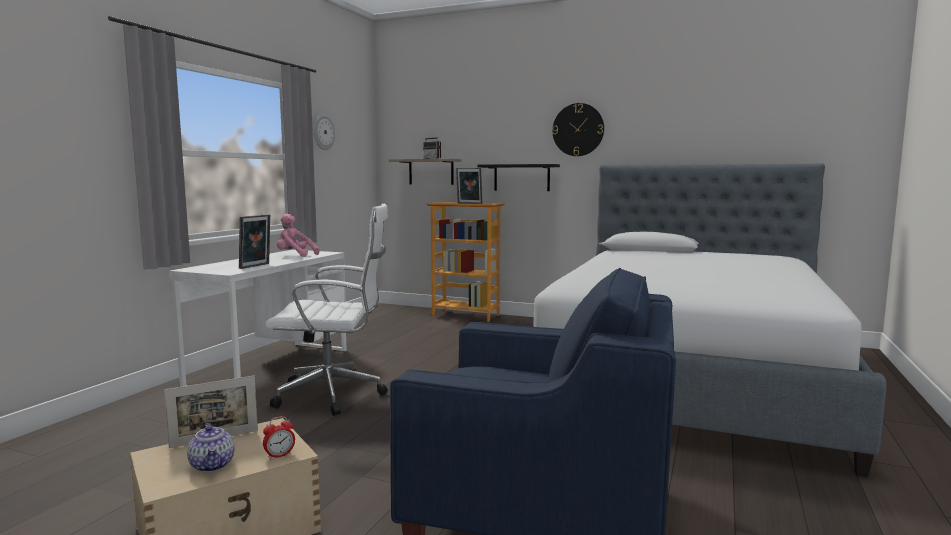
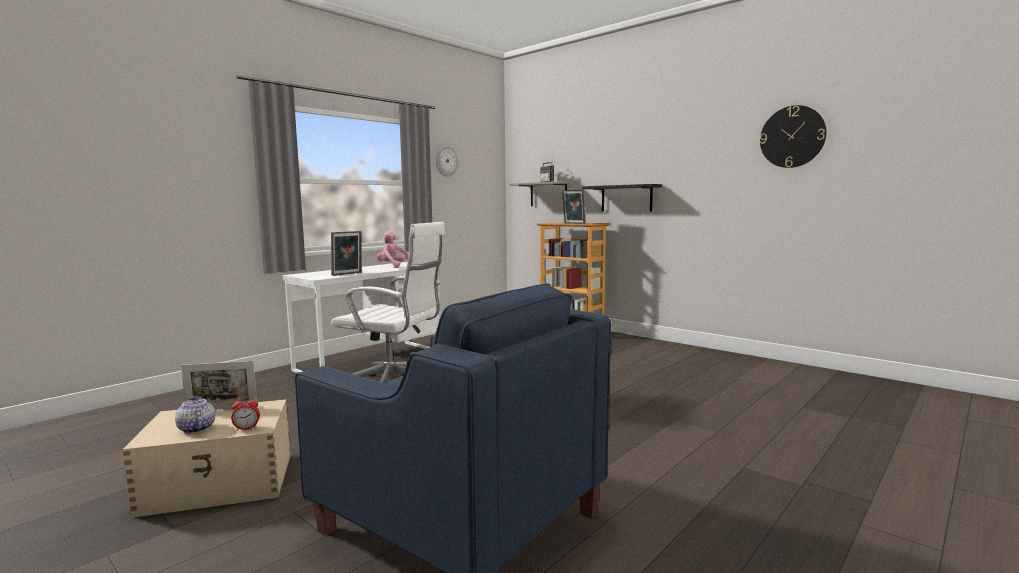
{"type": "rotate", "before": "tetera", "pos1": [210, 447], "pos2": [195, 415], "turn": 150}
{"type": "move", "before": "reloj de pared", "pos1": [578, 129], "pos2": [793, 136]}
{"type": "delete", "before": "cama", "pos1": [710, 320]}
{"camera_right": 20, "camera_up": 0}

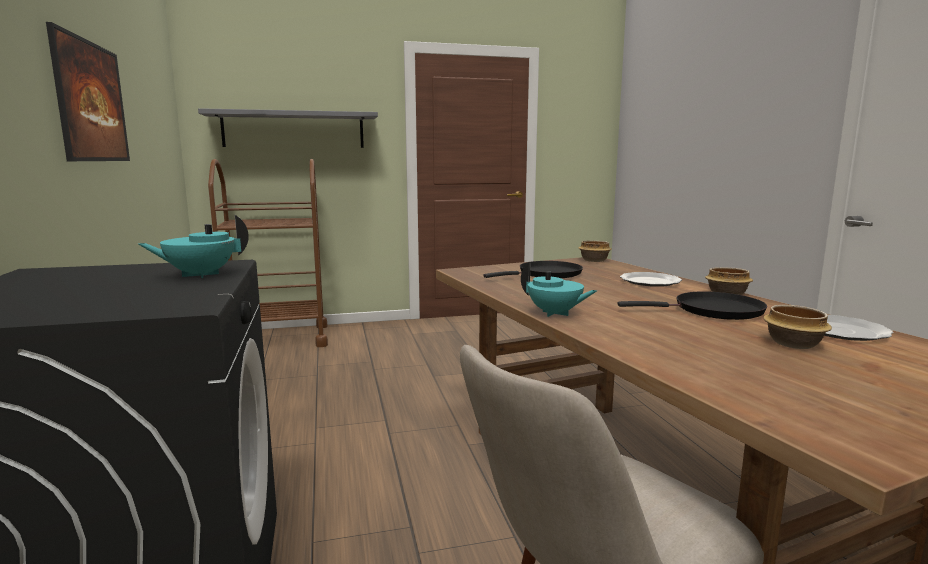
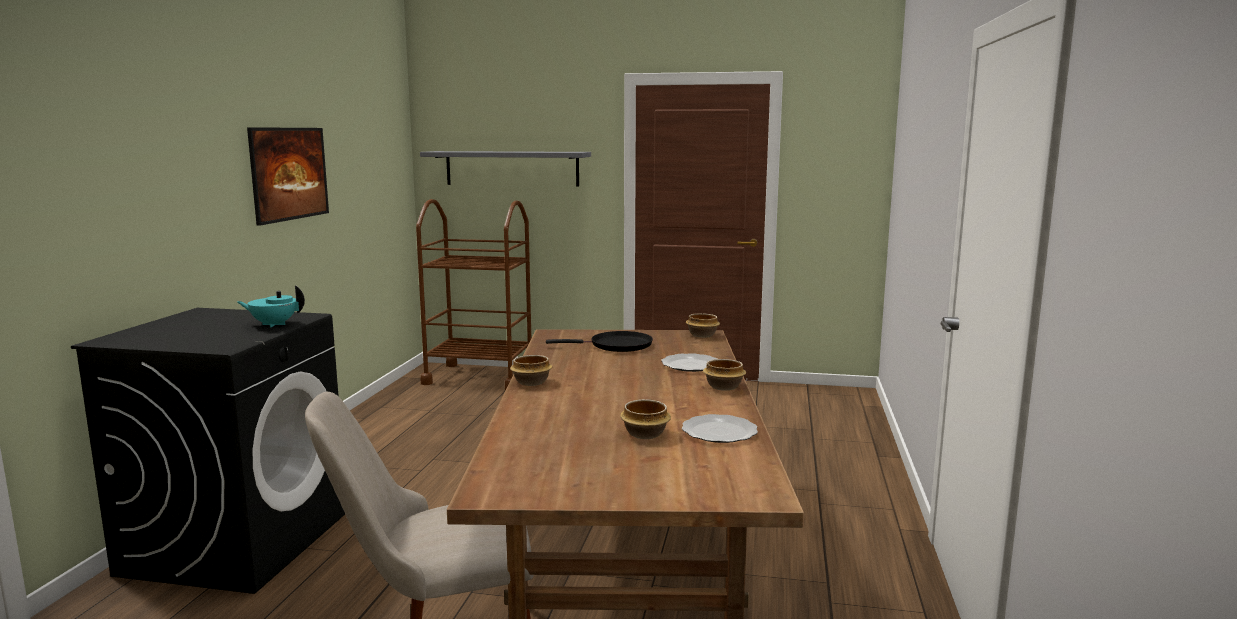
{"type": "replace", "before": "tetera/turquesa", "after": "cuenco", "pos1": [559, 290], "pos2": [531, 370]}
{"type": "delete", "before": "sartén/negro", "pos1": [692, 305]}
{"camera_right": 25, "camera_up": 0}

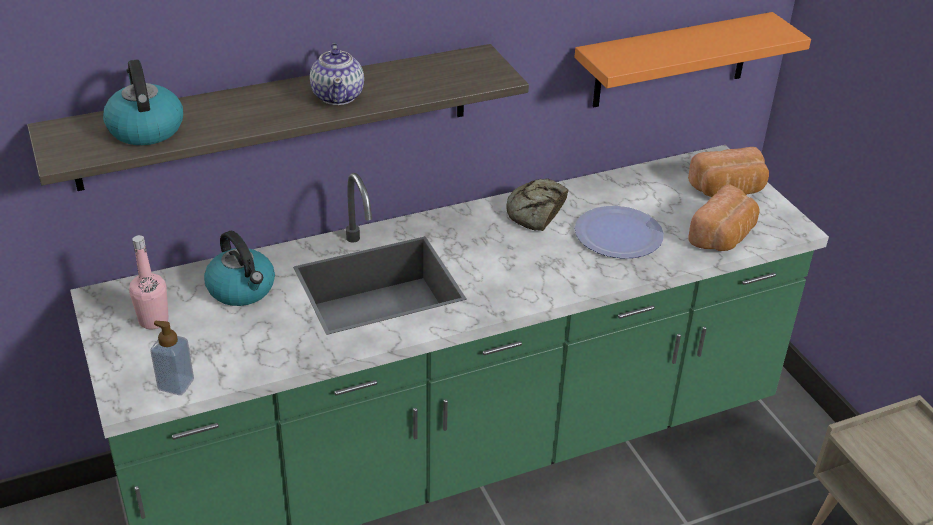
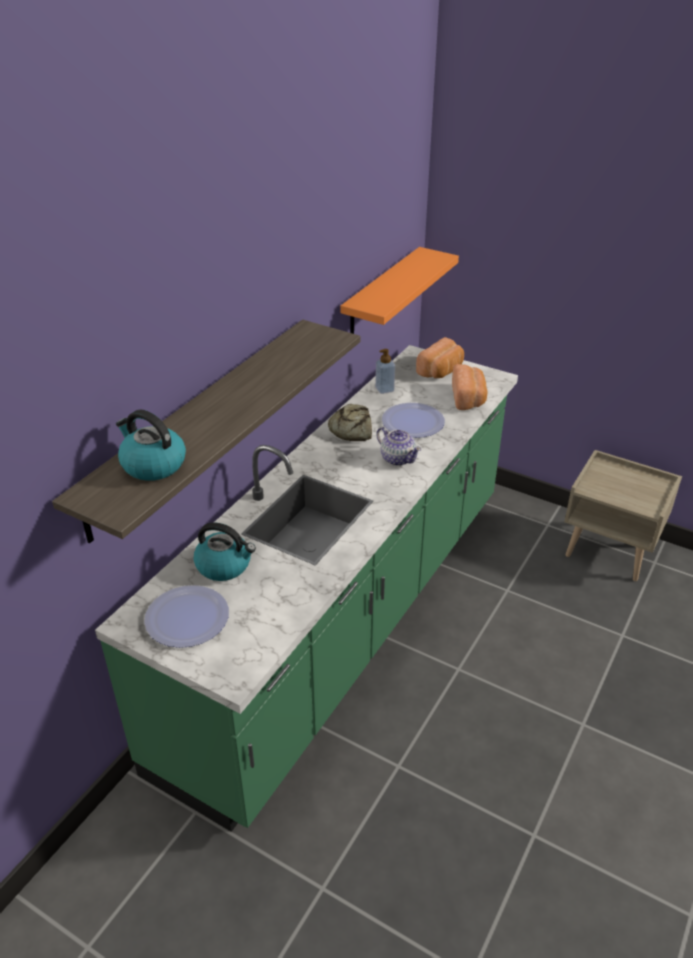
{"type": "replace", "before": "botella/rosa", "after": "plato", "pos1": [149, 282], "pos2": [186, 616]}
{"type": "move", "before": "dispensador de jabón", "pos1": [172, 358], "pos2": [385, 371]}
{"type": "move", "before": "tetera", "pos1": [337, 74], "pos2": [398, 446]}
{"camera_right": -35, "camera_up": 0}

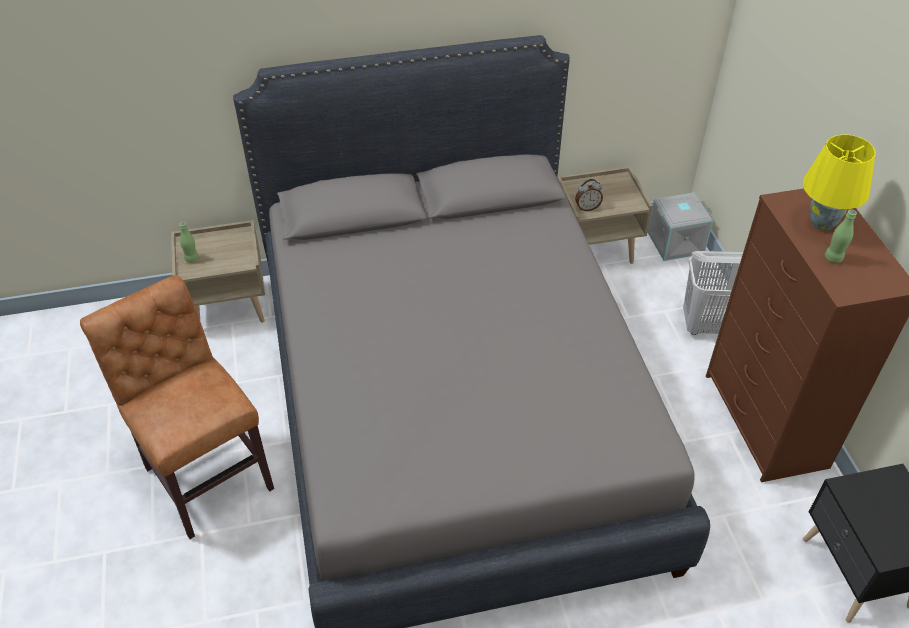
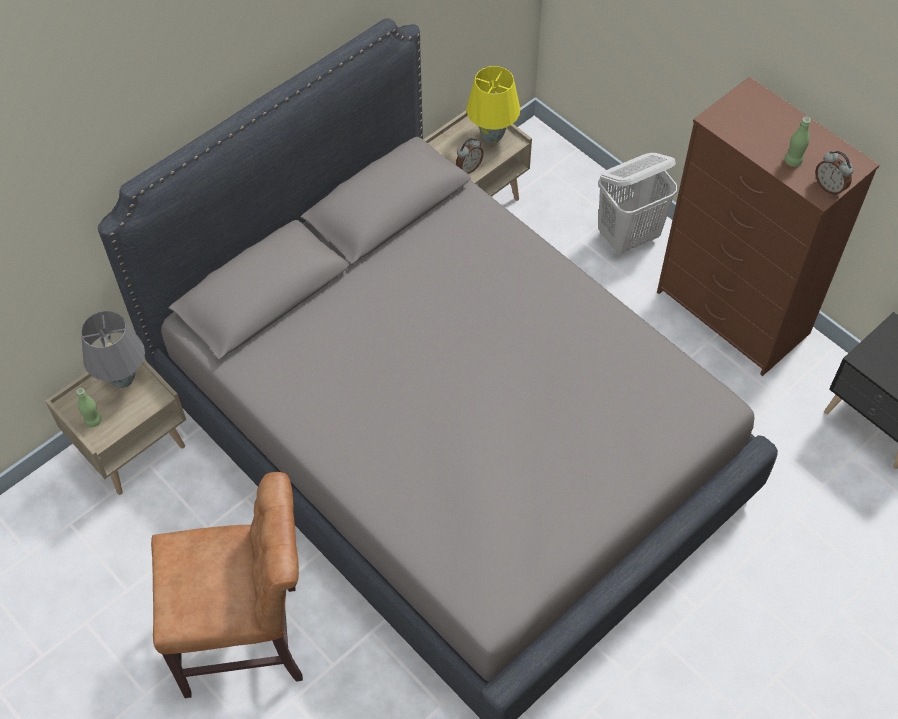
{"type": "insert", "after": "lámpara de mesa/gris", "pos2": [113, 349]}
{"type": "rotate", "before": "silla/marrón", "pos1": [177, 407], "pos2": [227, 585], "turn": 150}
{"type": "move", "before": "lámpara de mesa/amarillo", "pos1": [839, 182], "pos2": [493, 105]}
{"type": "insert", "after": "despertador", "pos2": [834, 173]}
{"type": "delete", "before": "caja de almacenaje/gris", "pos1": [680, 227]}
{"camera_right": -30, "camera_up": 10}

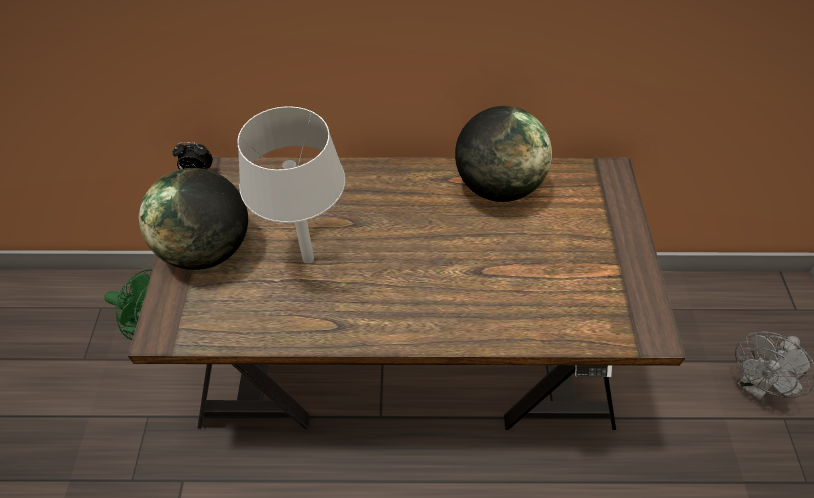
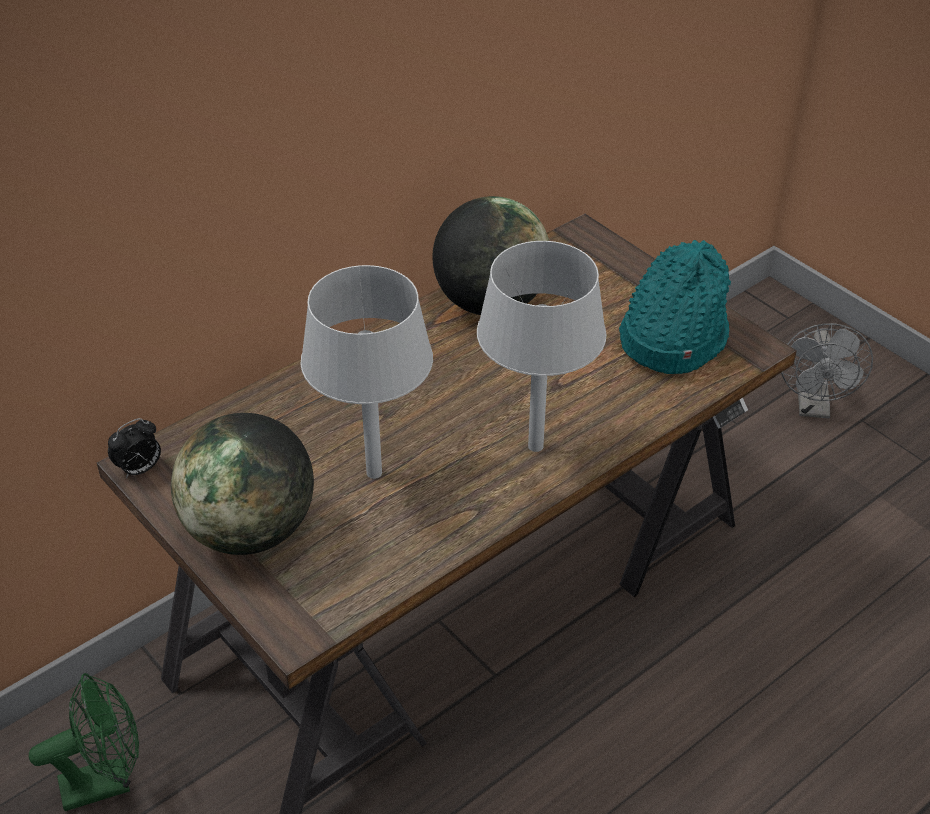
{"type": "insert", "after": "lámpara de mesa/gris", "pos2": [541, 346]}
{"type": "insert", "after": "sombrero/turquesa", "pos2": [675, 307]}
{"camera_right": -40, "camera_up": -10}

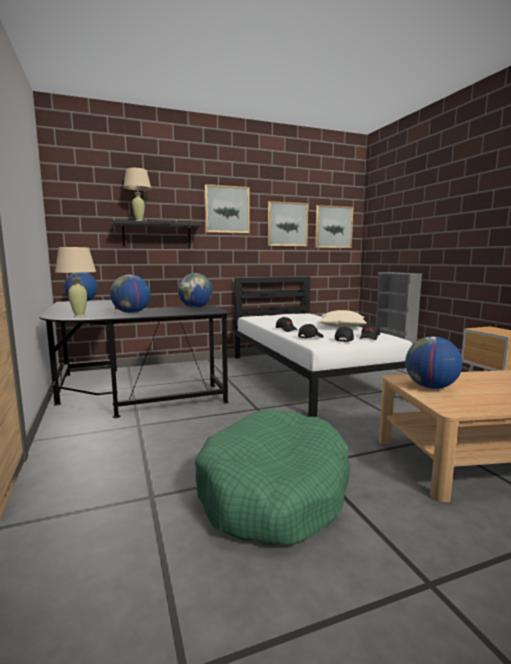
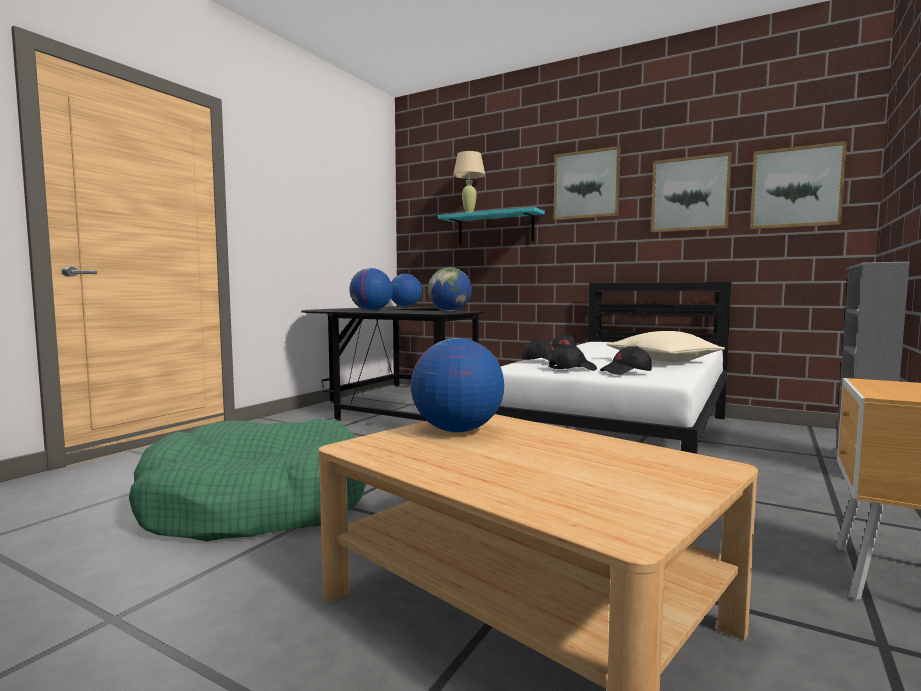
{"type": "recolor", "before": "estante/negro", "after": "estante/turquesa", "pos1": [157, 233], "pos2": [491, 226]}
{"type": "delete", "before": "lámpara de mesa/beis", "pos1": [75, 282]}
{"camera_right": 50, "camera_up": -5}

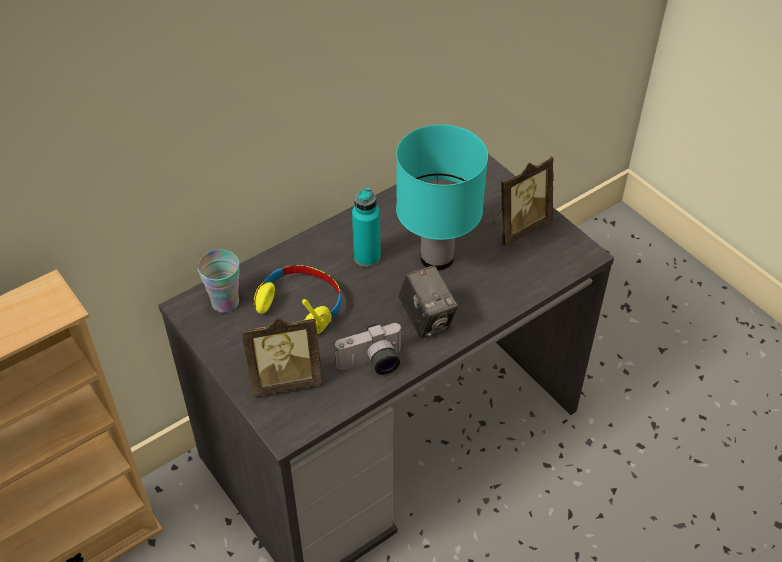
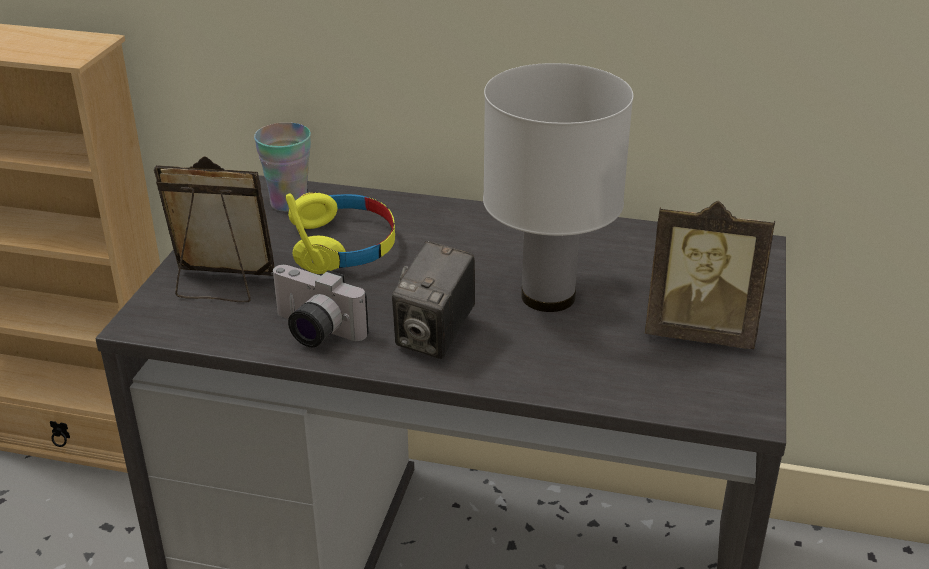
{"type": "rotate", "before": "portarretratos", "pos1": [282, 357], "pos2": [214, 229], "turn": 150}
{"type": "recolor", "before": "lámpara de mesa/turquesa", "after": "lámpara de mesa/blanco", "pos1": [442, 197], "pos2": [558, 187]}
{"type": "delete", "before": "botella/turquesa", "pos1": [366, 227]}
{"camera_right": 50, "camera_up": -15}

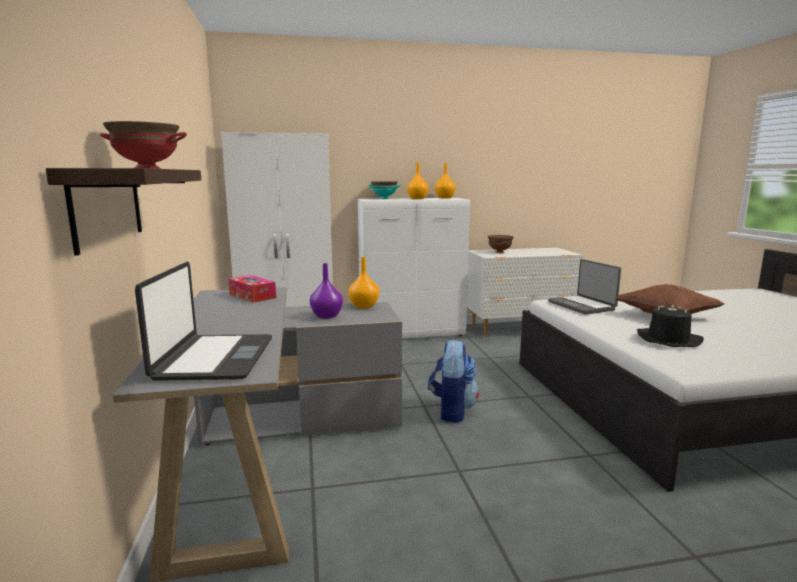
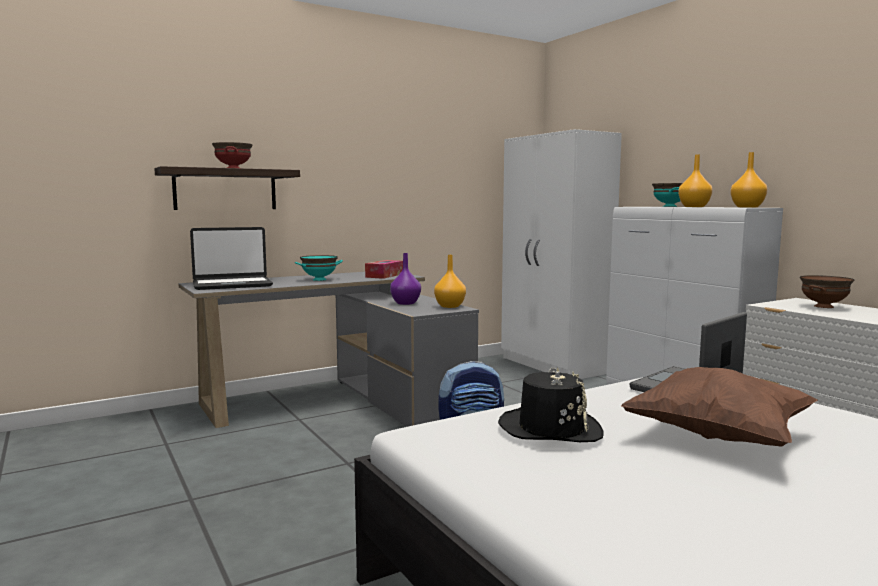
{"type": "insert", "after": "cuenco/turquesa", "pos2": [319, 268]}
{"camera_right": 70, "camera_up": -5}

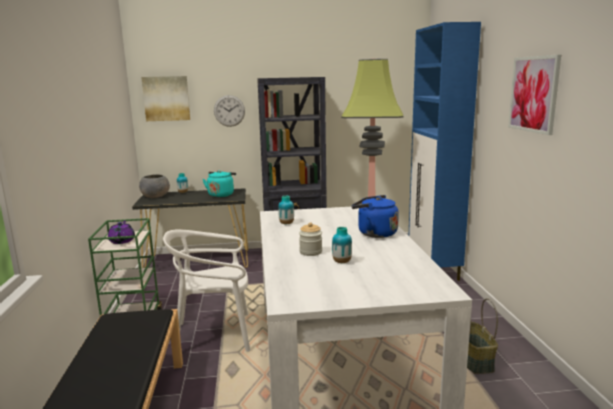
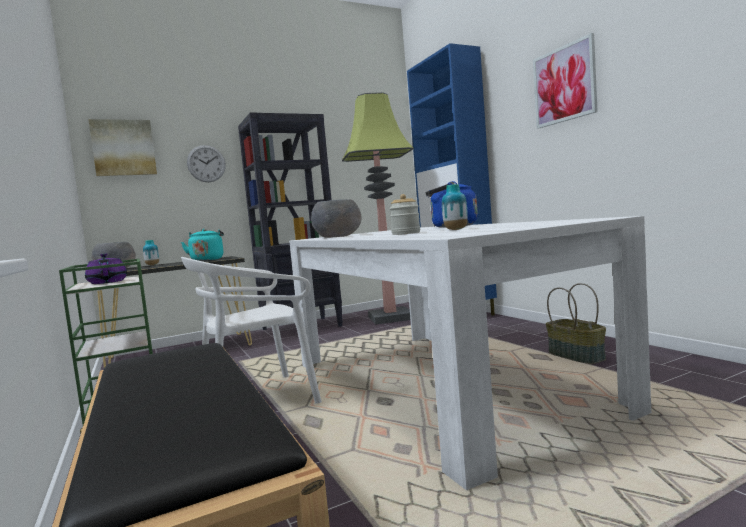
{"type": "replace", "before": "florero", "after": "cuenco/gris", "pos1": [286, 210], "pos2": [336, 218]}
{"camera_right": -20, "camera_up": -10}

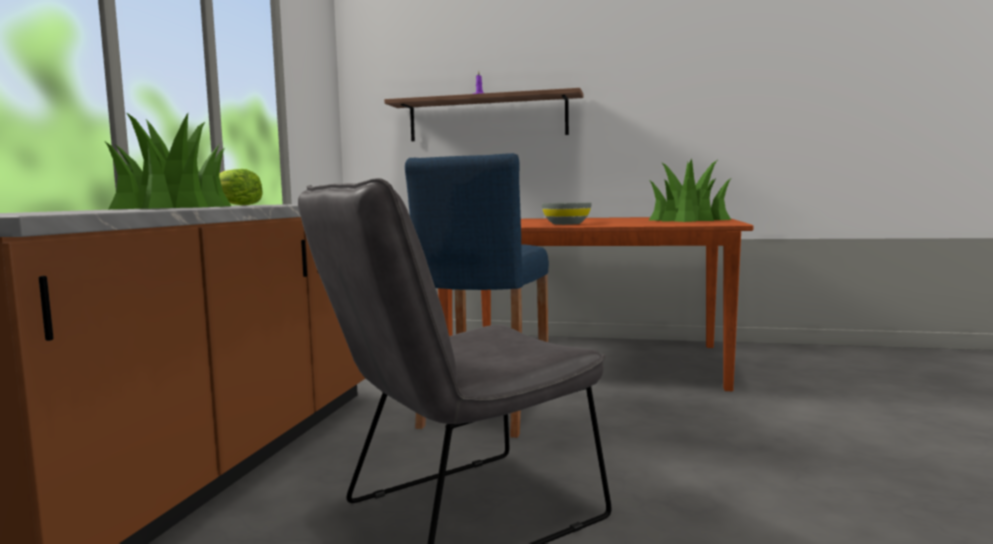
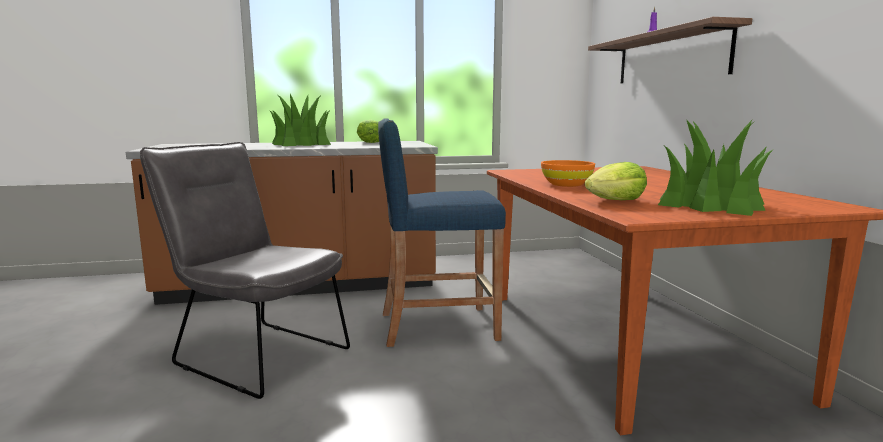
{"type": "recolor", "before": "cuenco/gris", "after": "cuenco/naranja", "pos1": [567, 213], "pos2": [568, 173]}
{"type": "insert", "after": "lechuga", "pos2": [616, 181]}
{"camera_right": 65, "camera_up": 5}

